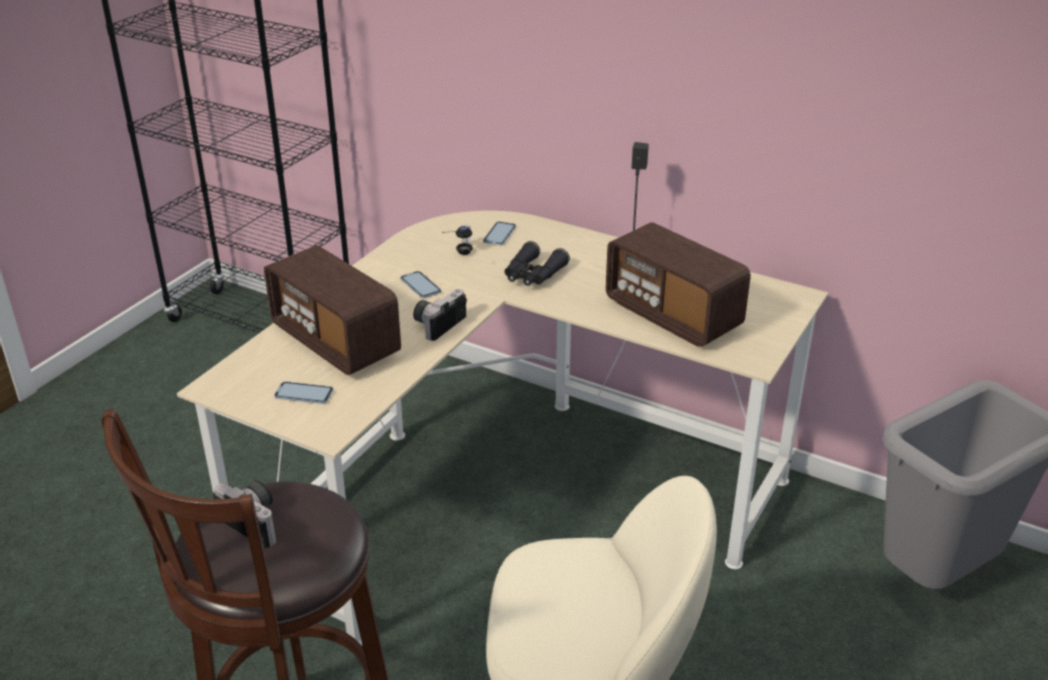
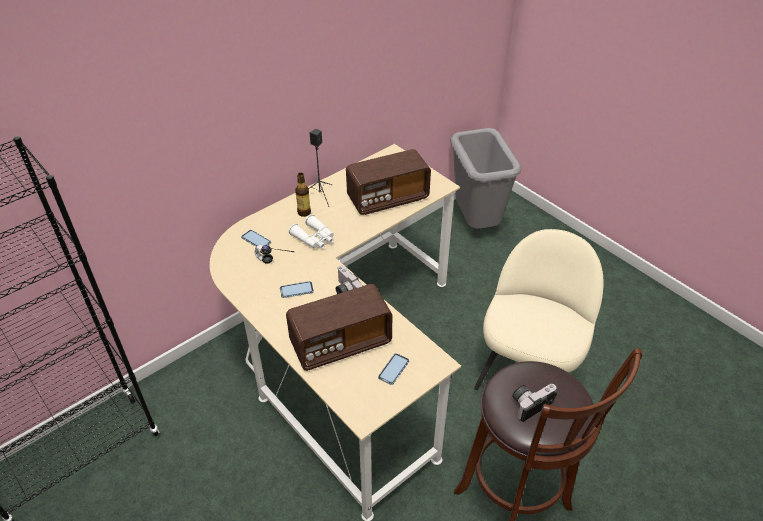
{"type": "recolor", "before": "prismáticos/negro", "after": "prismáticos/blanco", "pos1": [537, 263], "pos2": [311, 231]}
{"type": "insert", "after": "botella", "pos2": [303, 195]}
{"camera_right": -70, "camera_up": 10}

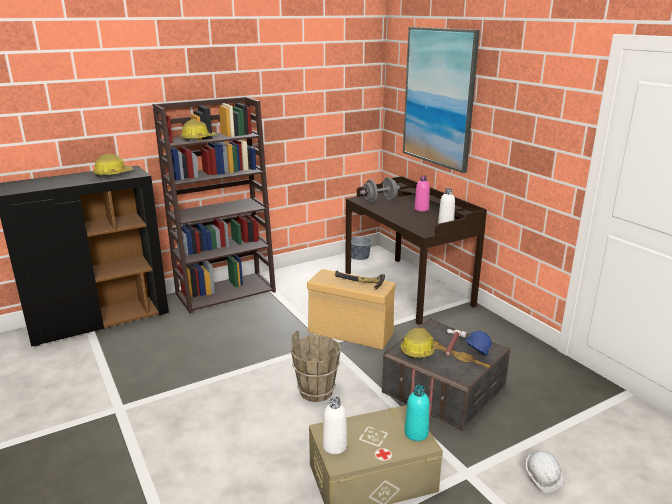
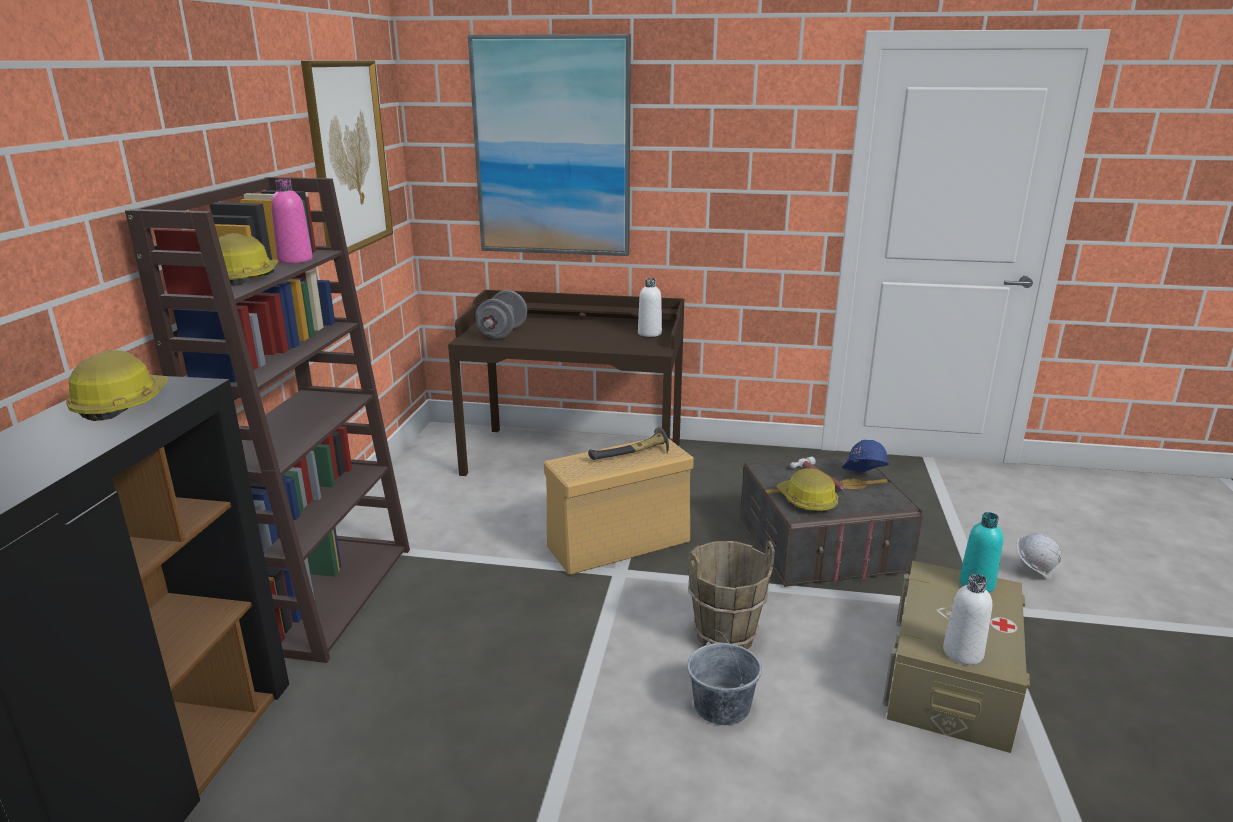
{"type": "move", "before": "botella/rosa", "pos1": [422, 193], "pos2": [292, 221]}
{"type": "insert", "after": "cuadro", "pos2": [347, 160]}
{"type": "move", "before": "cubo/gris", "pos1": [361, 244], "pos2": [724, 677]}
{"camera_right": -50, "camera_up": 0}

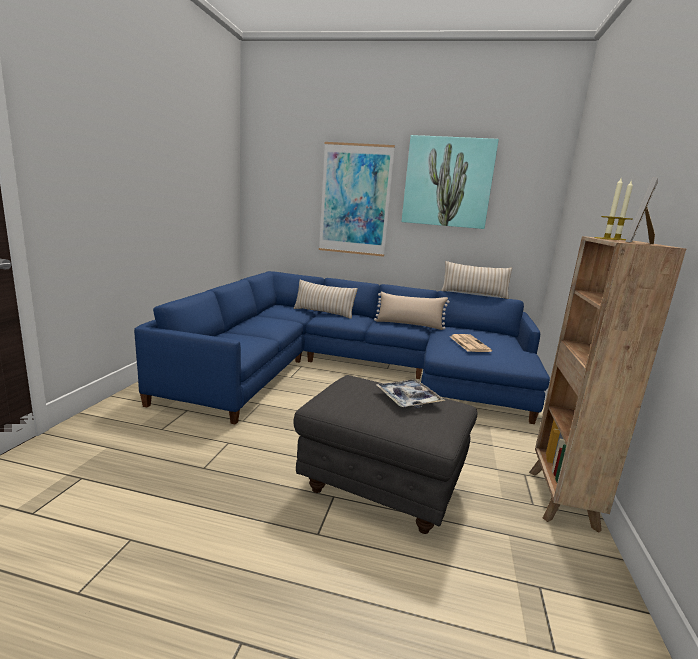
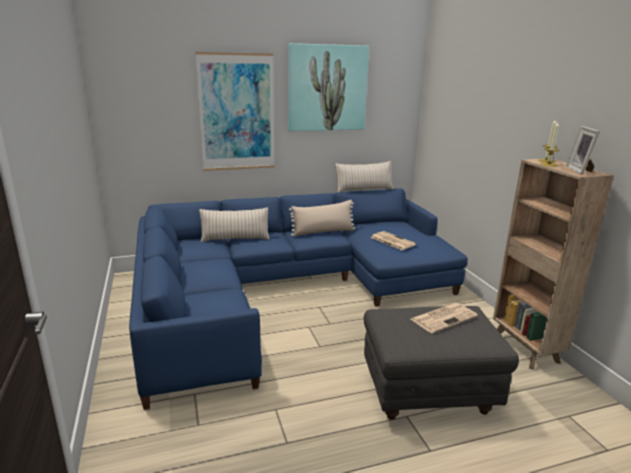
{"type": "replace", "before": "bandeja", "after": "periódico", "pos1": [411, 393], "pos2": [444, 318]}
{"camera_right": -30, "camera_up": 5}

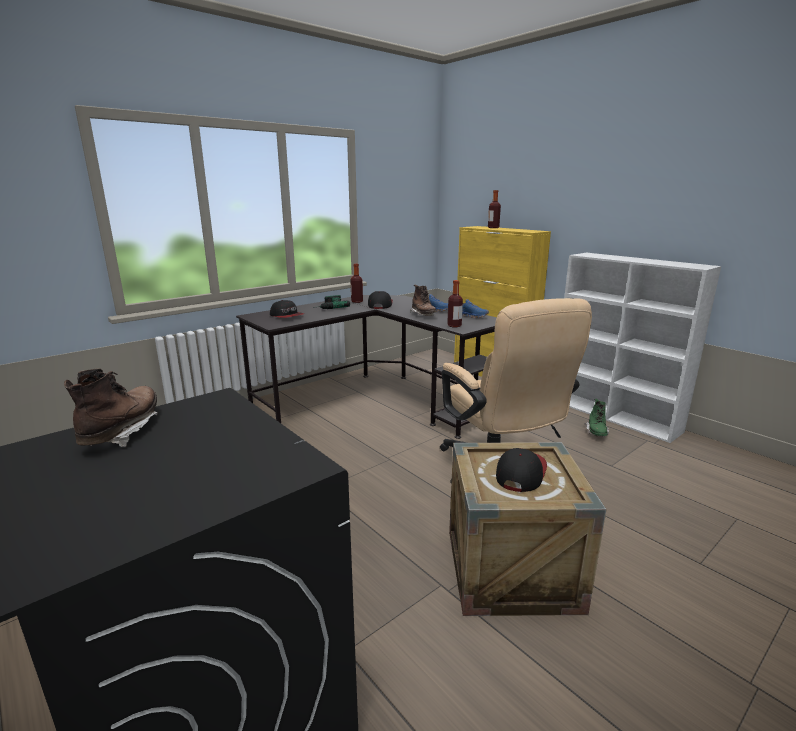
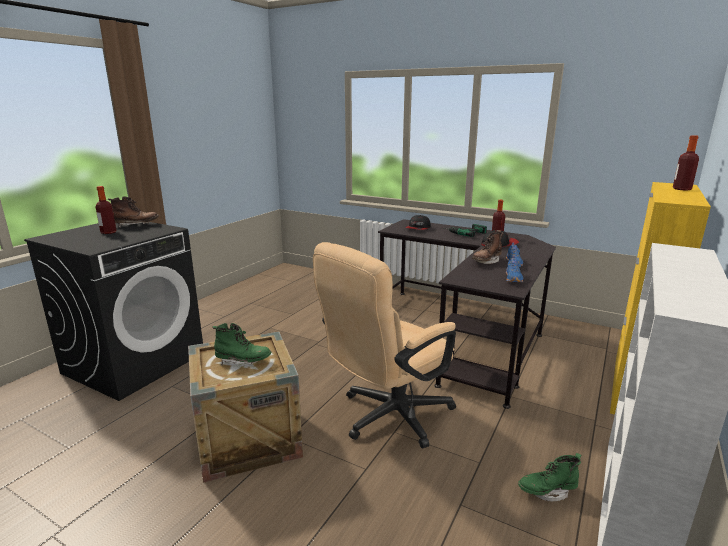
{"type": "move", "before": "botella", "pos1": [455, 303], "pos2": [106, 210]}
{"type": "replace", "before": "gorra", "after": "bota/verde", "pos1": [521, 470], "pos2": [241, 344]}
{"camera_right": 70, "camera_up": 0}

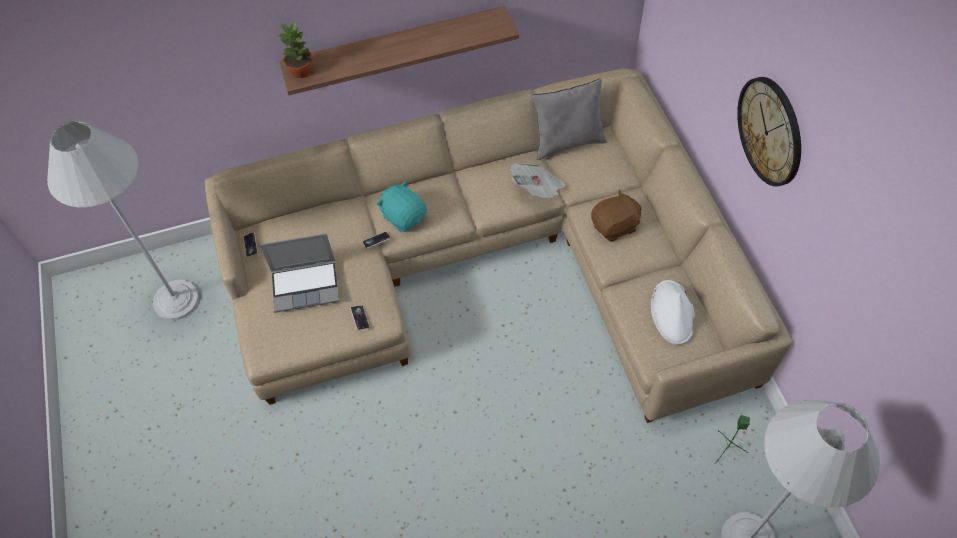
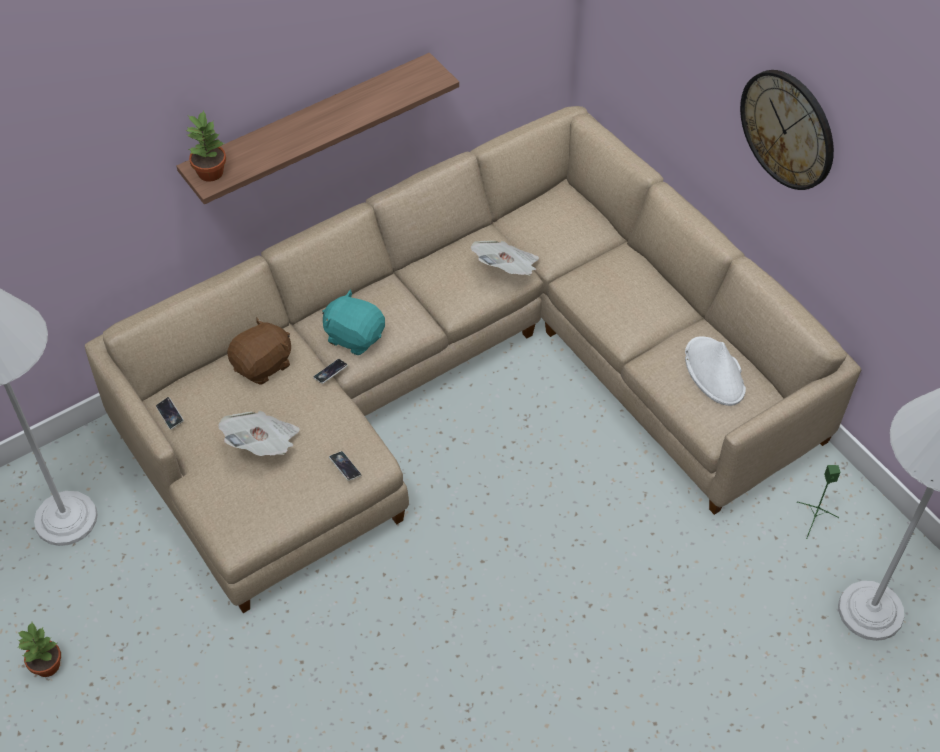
{"type": "insert", "after": "planta en maceta", "pos2": [39, 649]}
{"type": "replace", "before": "portátil", "after": "periódico", "pos1": [300, 273], "pos2": [259, 433]}
{"type": "move", "before": "peluche/marrón", "pos1": [616, 215], "pos2": [259, 351]}
{"type": "delete", "before": "cojín/gris", "pos1": [569, 119]}
{"camera_right": -20, "camera_up": -5}

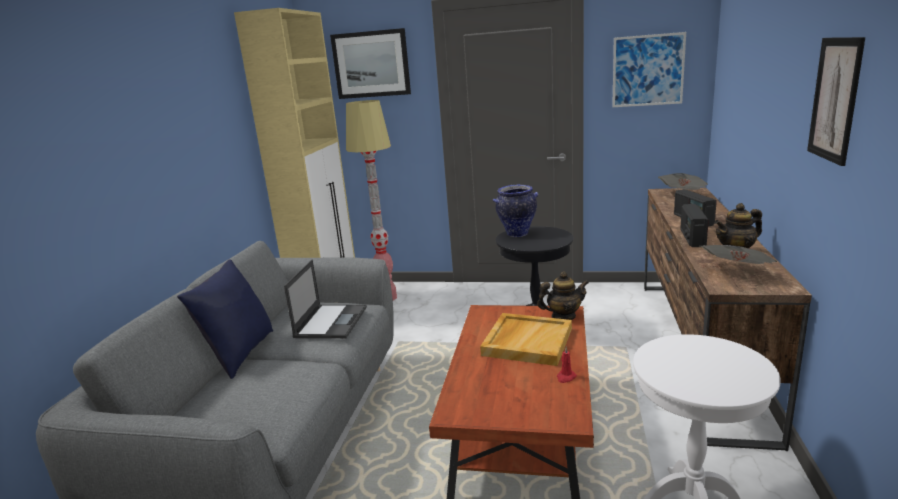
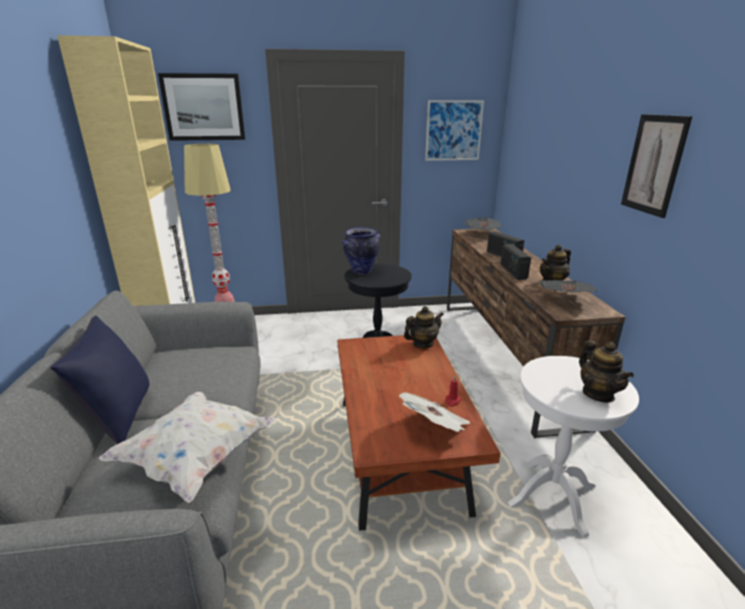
{"type": "insert", "after": "cojín/blanco", "pos2": [187, 447]}
{"type": "insert", "after": "periódico", "pos2": [434, 412]}
{"type": "insert", "after": "tetera", "pos2": [606, 371]}
{"type": "delete", "before": "portátil", "pos1": [325, 298]}
{"type": "delete", "before": "bandeja/beis", "pos1": [526, 339]}
{"camera_right": -20, "camera_up": 5}

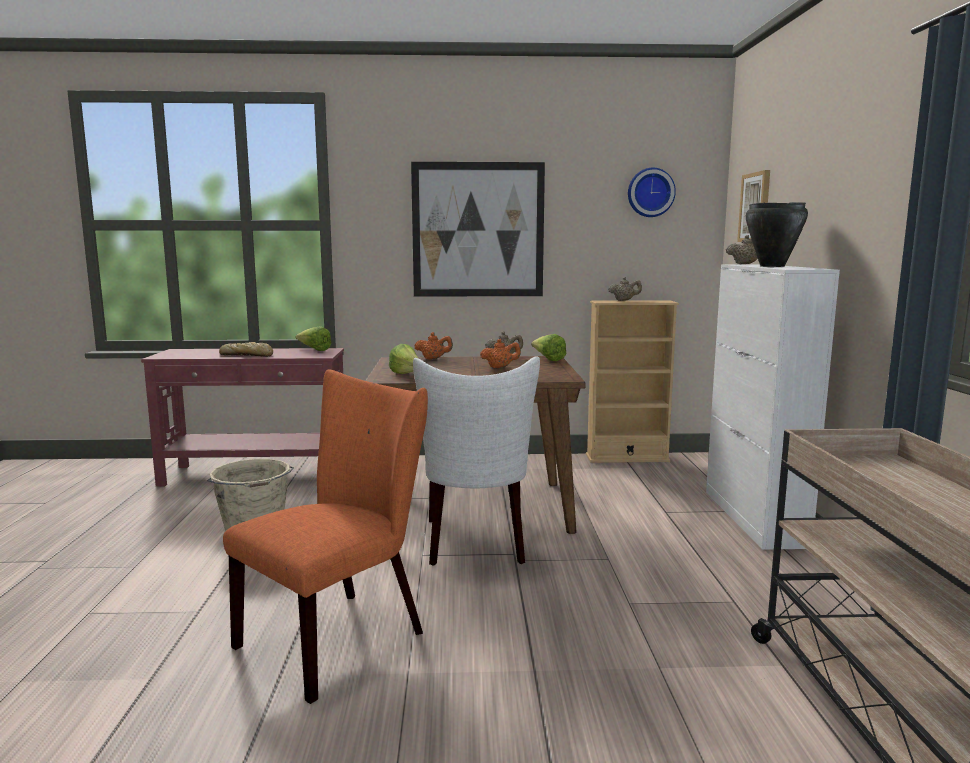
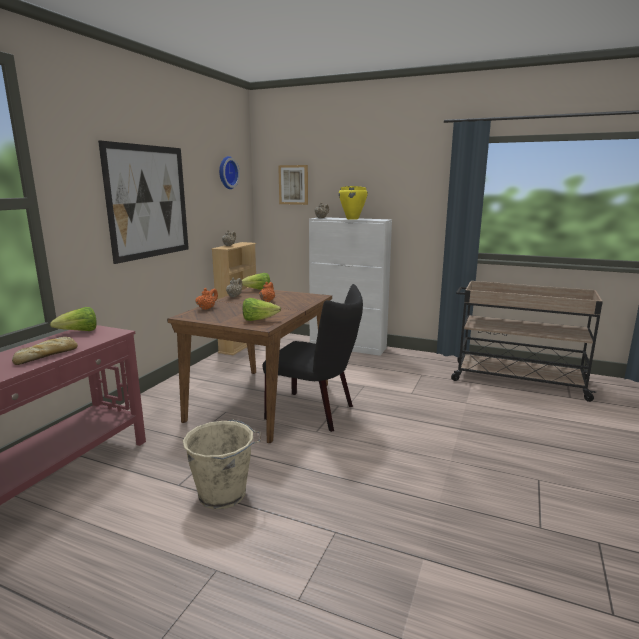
{"type": "recolor", "before": "silla/blanco", "after": "silla/negro", "pos1": [476, 461], "pos2": [313, 358]}
{"type": "recolor", "before": "olla/negro", "after": "olla/amarillo", "pos1": [777, 234], "pos2": [353, 203]}
{"type": "delete", "before": "silla/naranja", "pos1": [325, 536]}
{"camera_right": -65, "camera_up": 5}

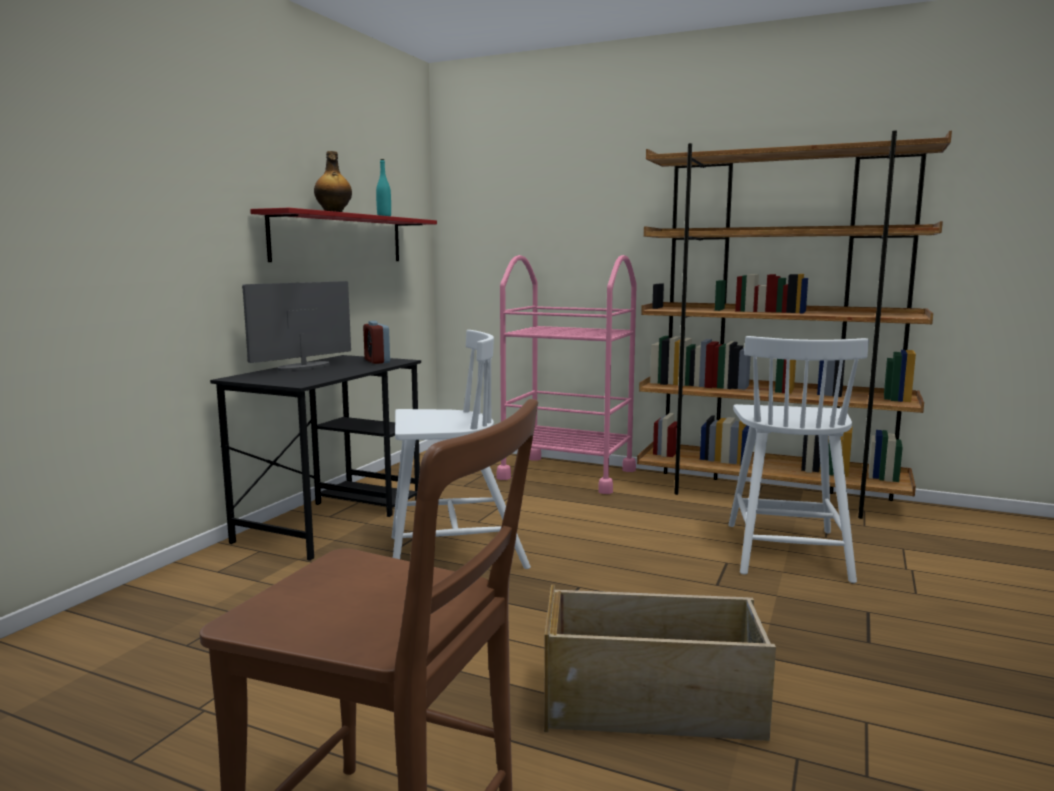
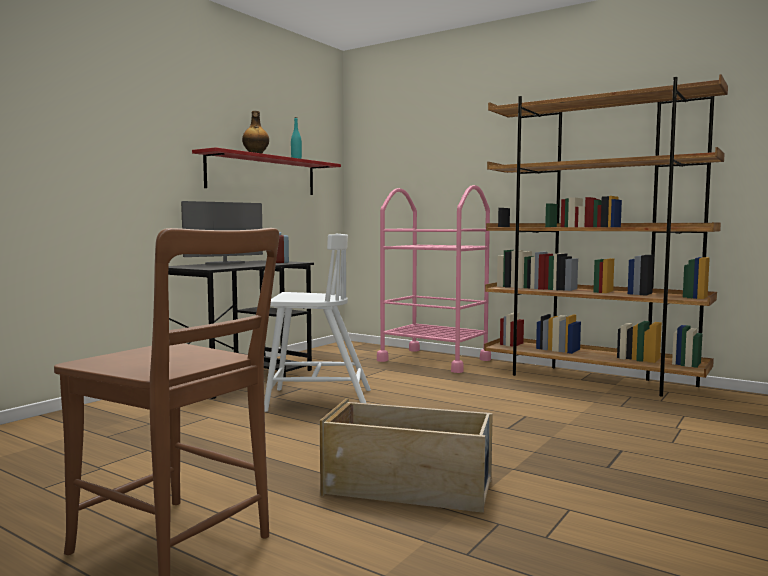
{"type": "delete", "before": "silla/blanco", "pos1": [798, 459]}
{"camera_right": 10, "camera_up": -5}

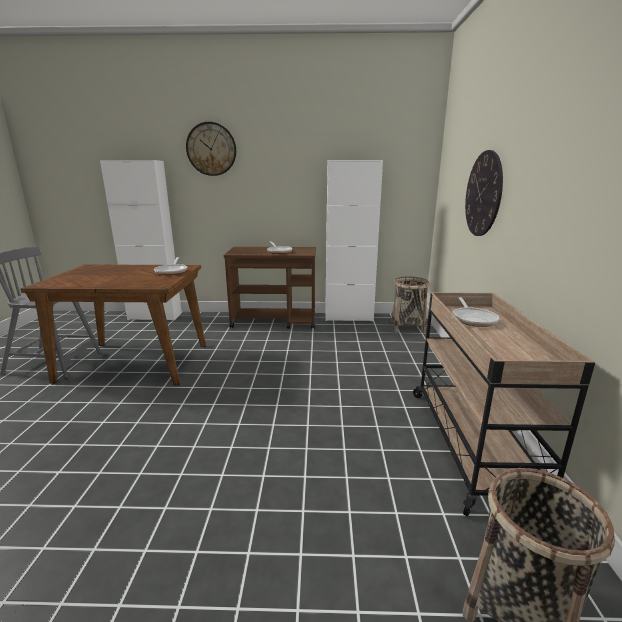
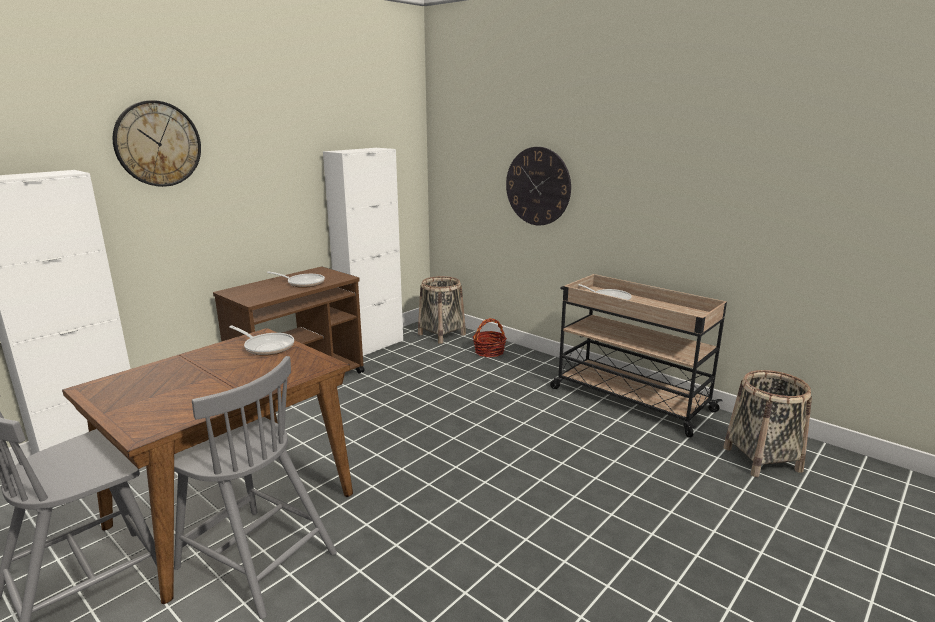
{"type": "insert", "after": "silla/gris", "pos2": [255, 487]}
{"type": "insert", "after": "cesta", "pos2": [490, 337]}
{"camera_right": -50, "camera_up": 0}

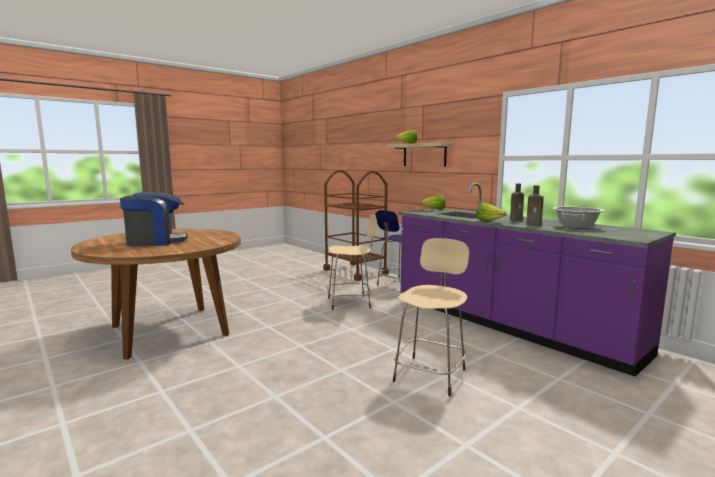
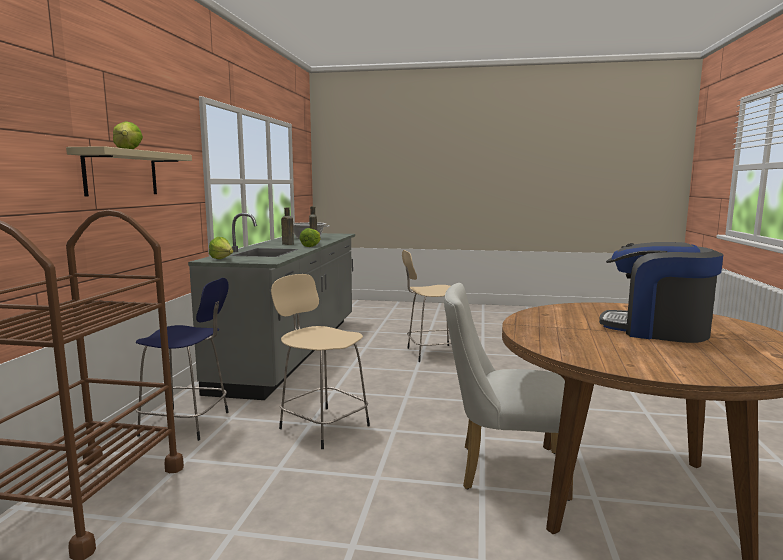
{"type": "recolor", "before": "mueble bajo de cocina/morado", "after": "mueble bajo de cocina/gris", "pos1": [537, 280], "pos2": [271, 306]}
{"type": "insert", "after": "silla/blanco", "pos2": [508, 392]}
{"camera_right": -130, "camera_up": 0}

